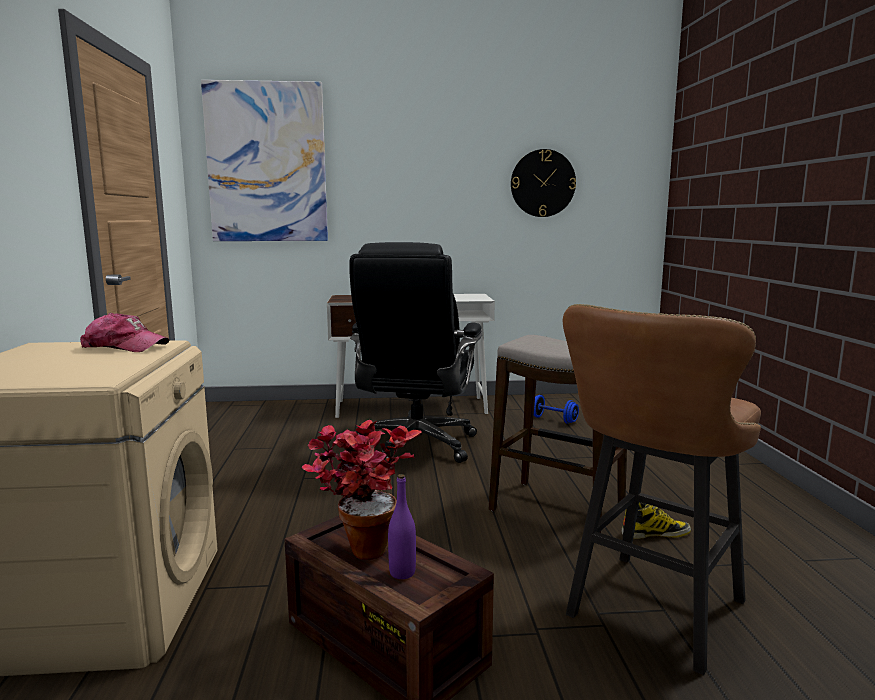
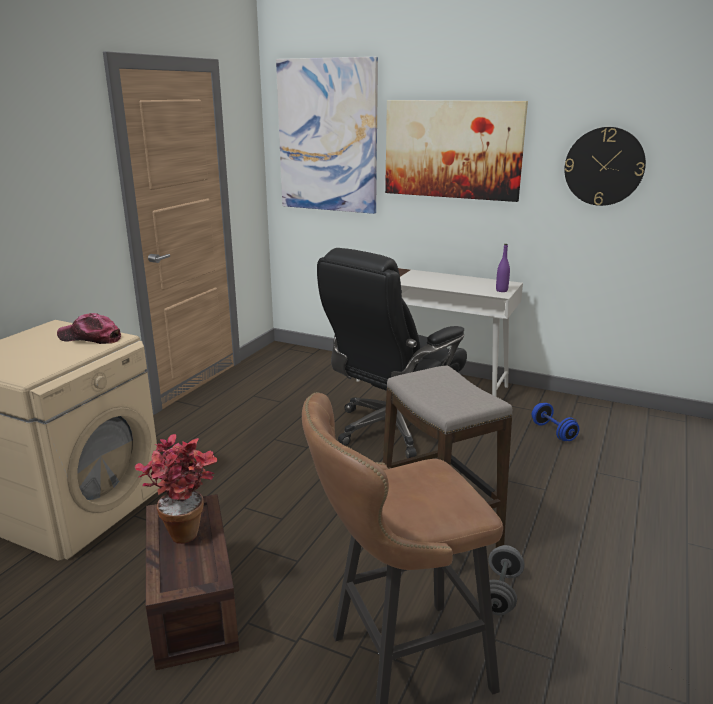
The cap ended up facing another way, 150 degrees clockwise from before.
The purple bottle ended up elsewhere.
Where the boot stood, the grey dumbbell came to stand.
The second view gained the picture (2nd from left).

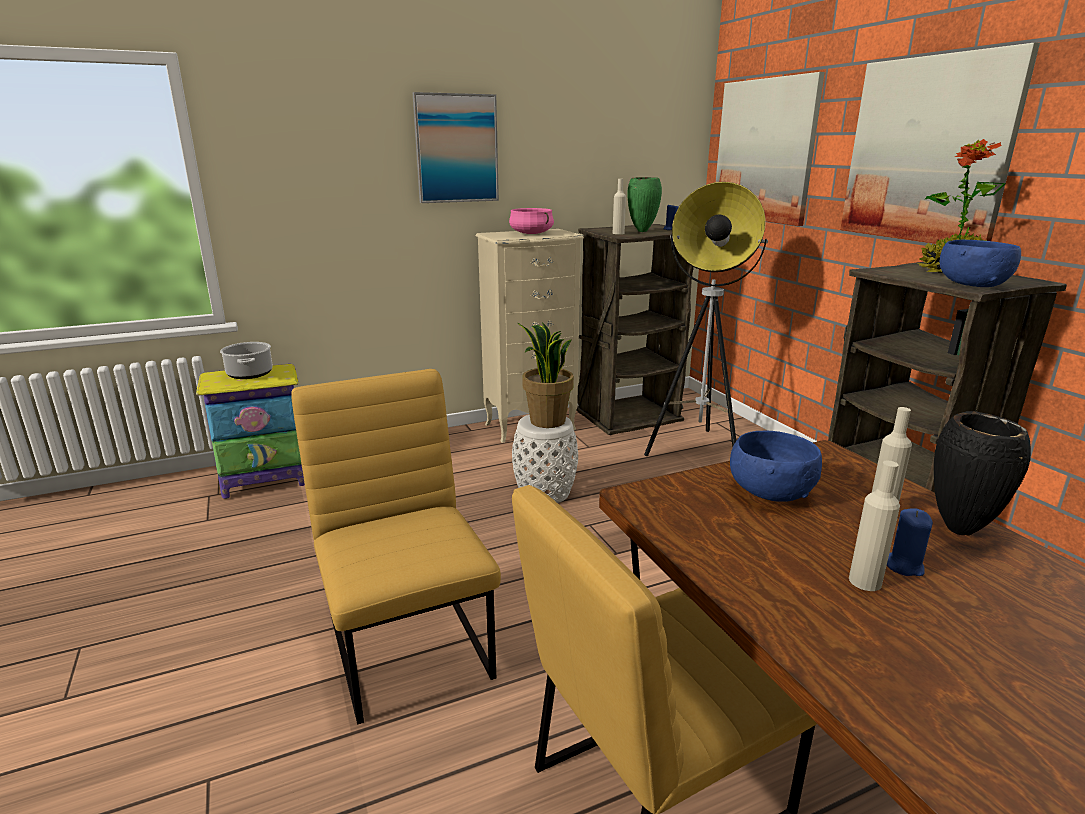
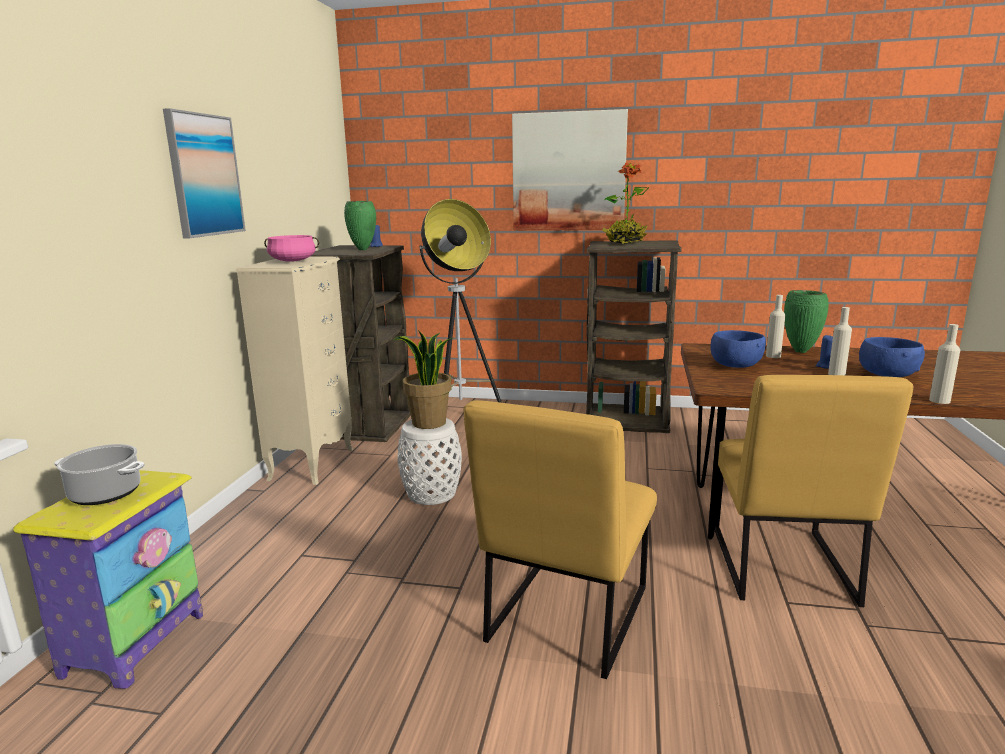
The second view lost the picture (2nd from left).
The beige bottle (1st from left in the first image) ended up elsewhere.
The blue bowl (2nd from left) ended up elsewhere.
The yellow chair (1st from left) ended up facing another way, 75 degrees counterclockwise from before.
What was the black vase turned into the green vase (2nd from left).

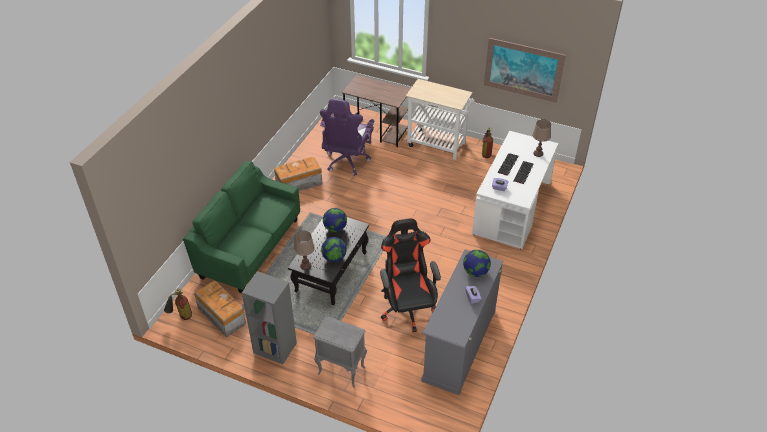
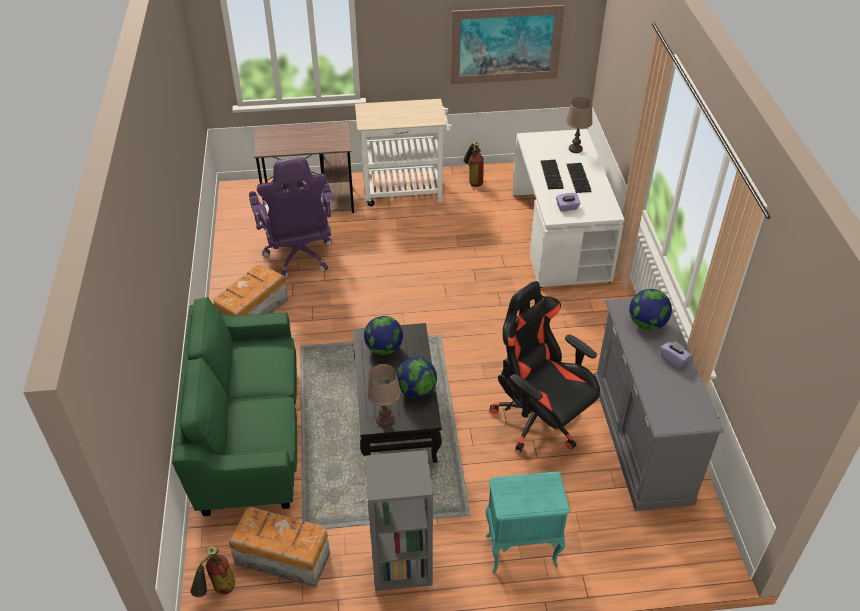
What was the grey nightstand turned into the turquoise nightstand.

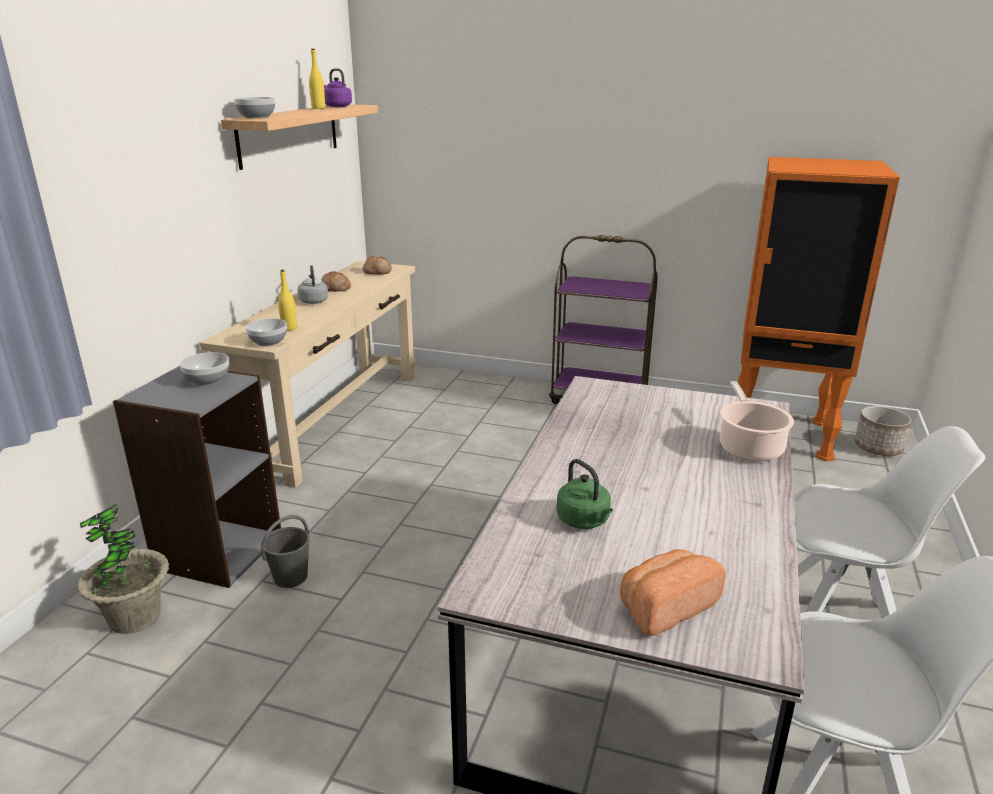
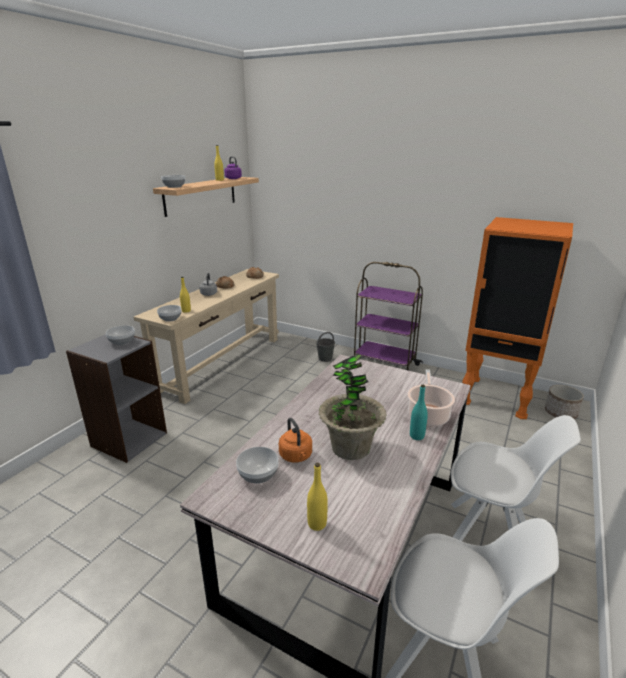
What was the green kettle turned into the orange kettle.
The potted plant ended up elsewhere.
The grey bucket ended up elsewhere.
Where the bread (3rd from left) stood, the yellow bottle (3rd from left) came to stand.
The second view gained the turquoise bottle.
The second view gained the bowl (4th from left).

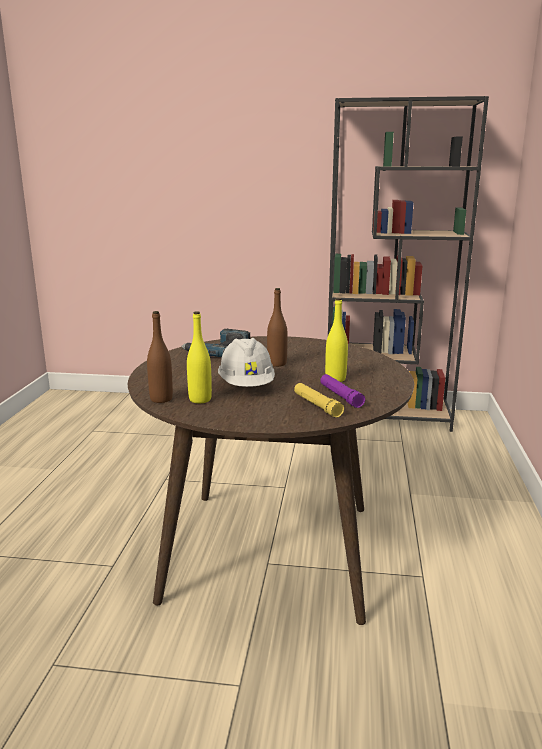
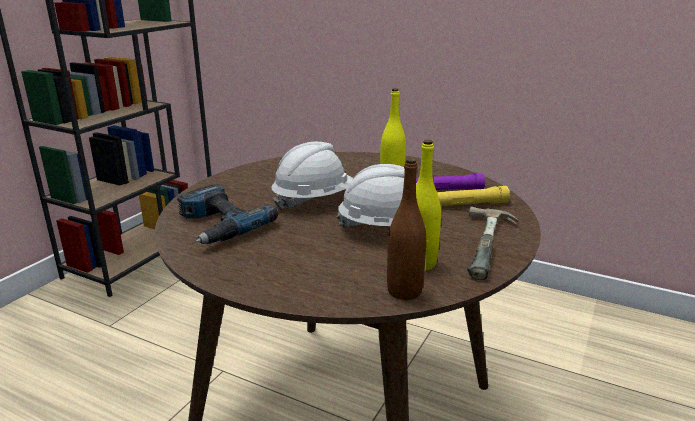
Where the brown bottle (2nd from left) stood, the white hard hat (1st from left) came to stand.
The second view gained the hammer.

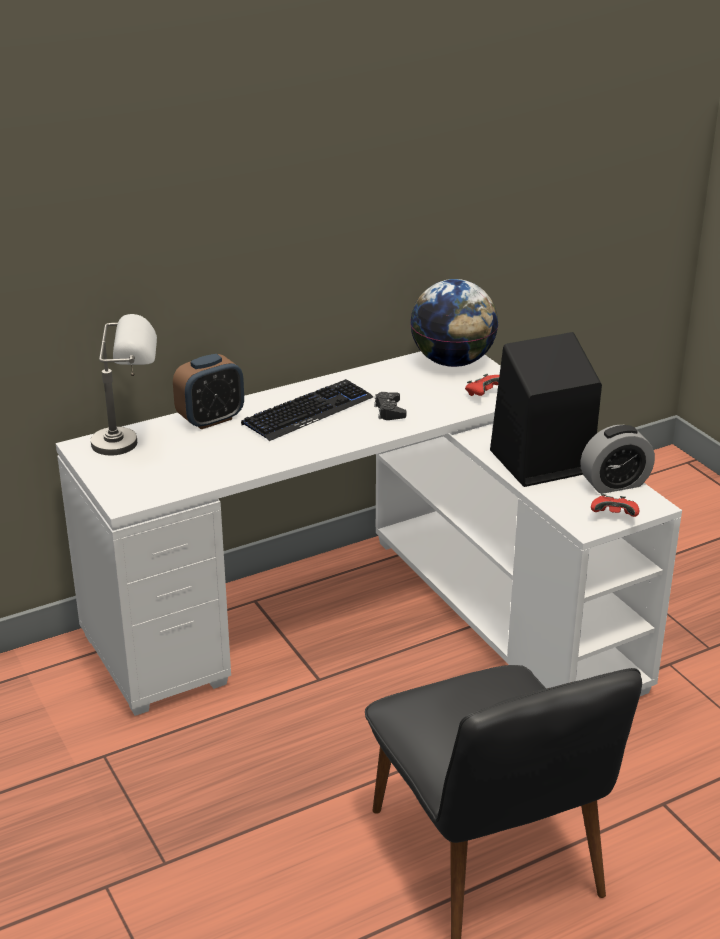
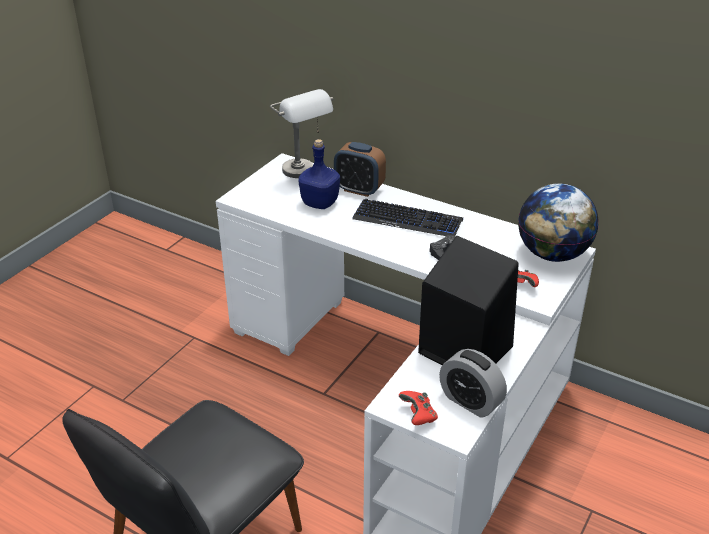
The second view gained the blue bottle.

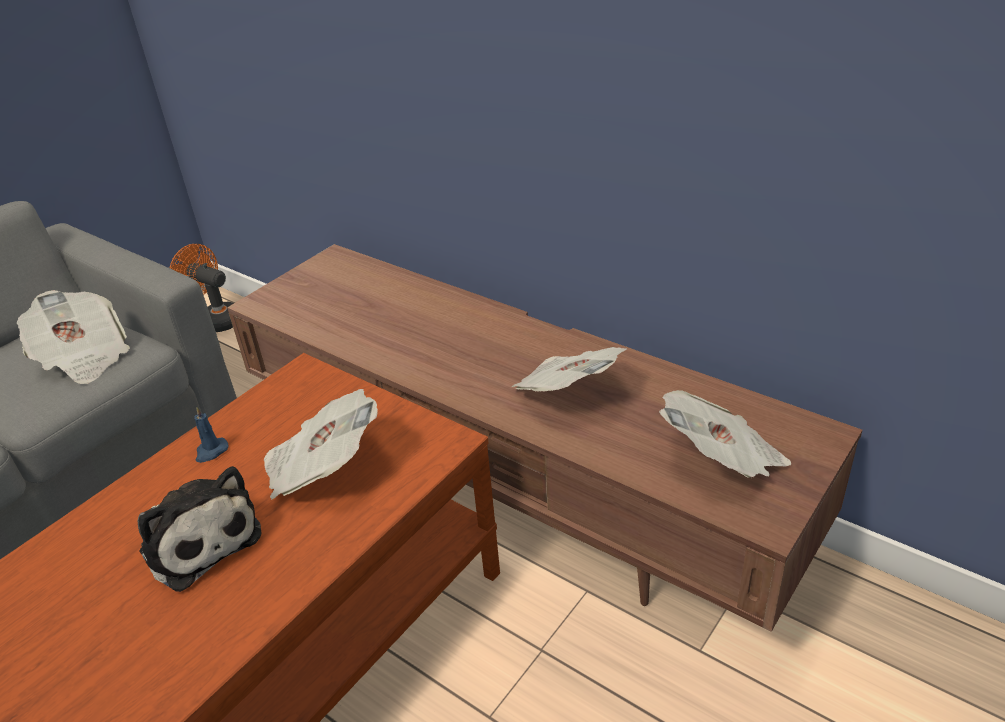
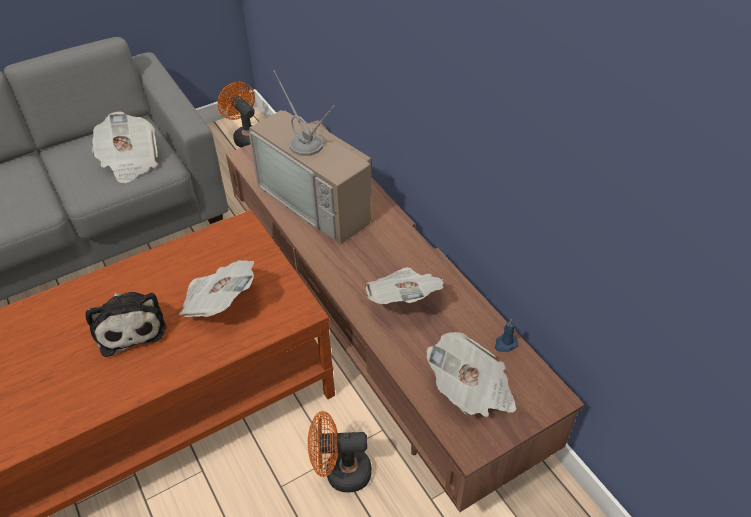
The blue candle ended up elsewhere.
The second view gained the television.
The second view gained the orange fan (2nd from left).

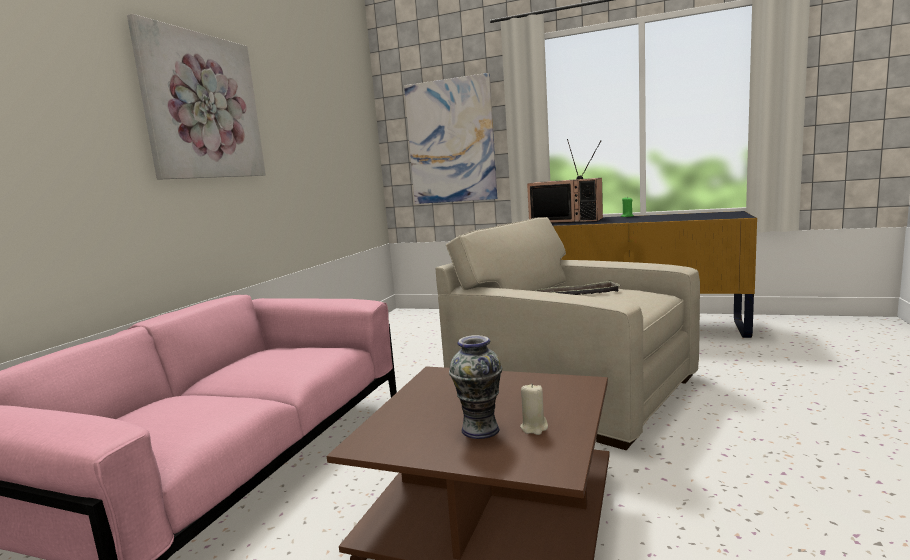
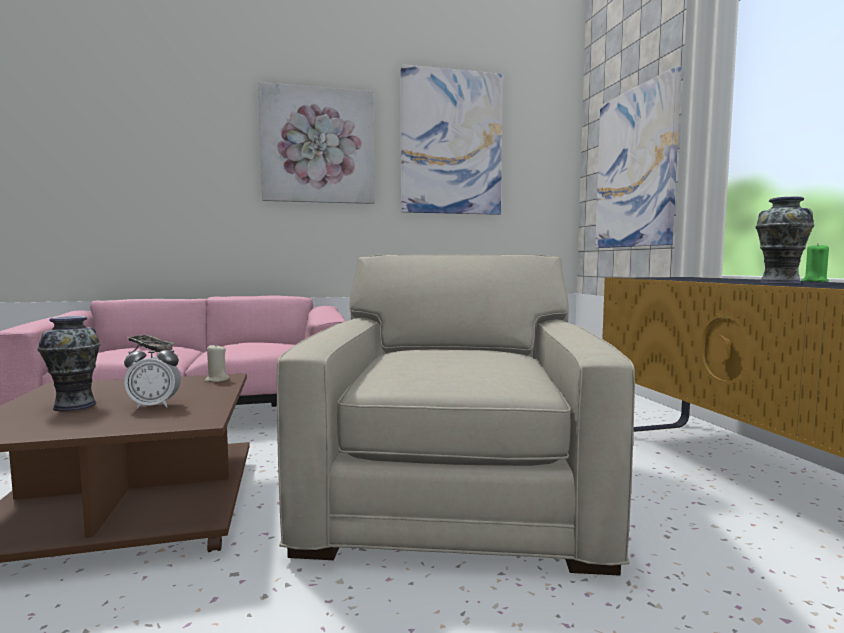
The second view lost the television.
The tray ended up elsewhere.
The beige candle ended up elsewhere.
The second view gained the picture (2nd from left).
The second view gained the vase (2nd from left).
The second view gained the alarm clock.

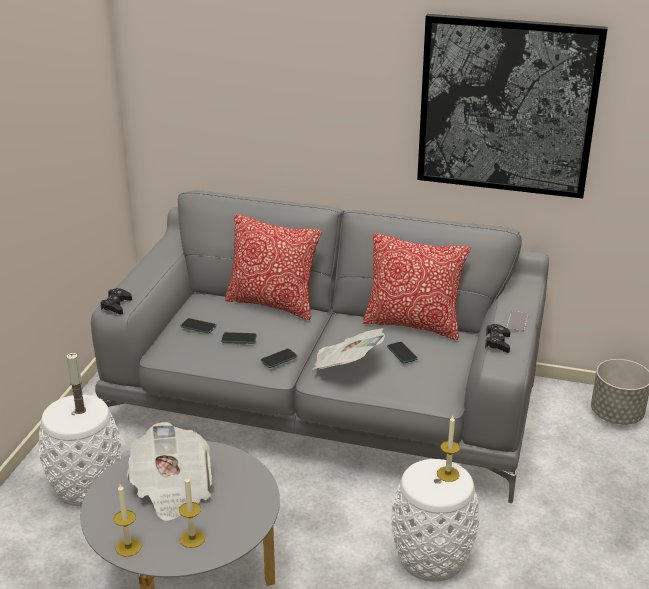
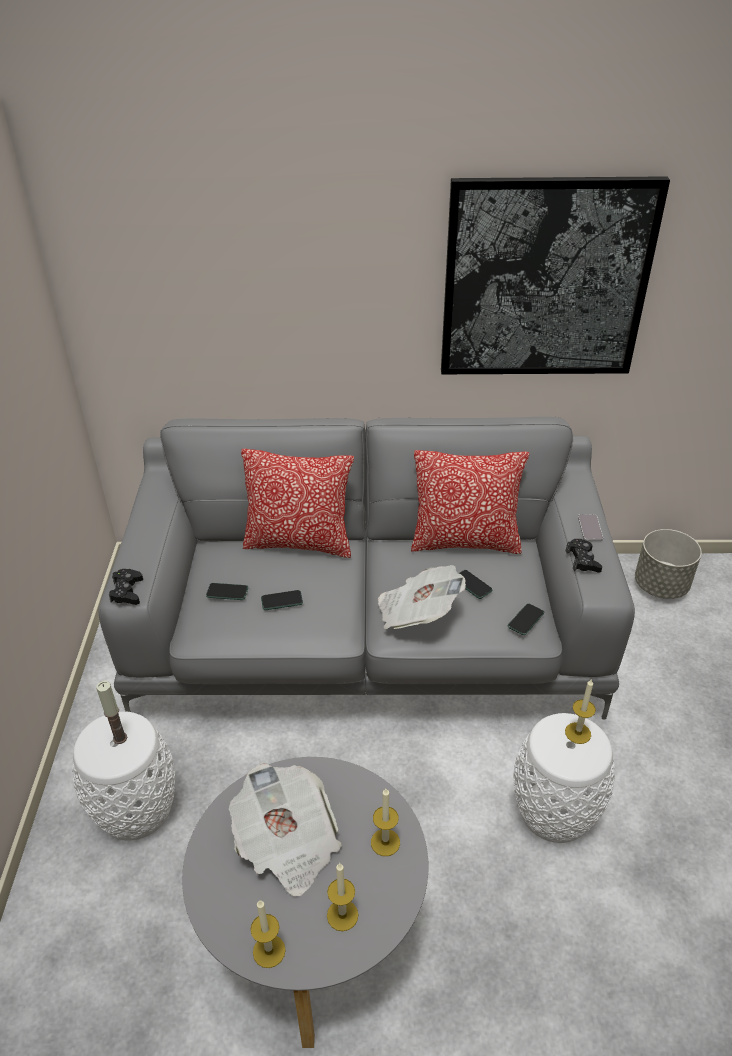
The phone (3rd from left in the first image) ended up elsewhere.
The second view gained the candle (4th from left).

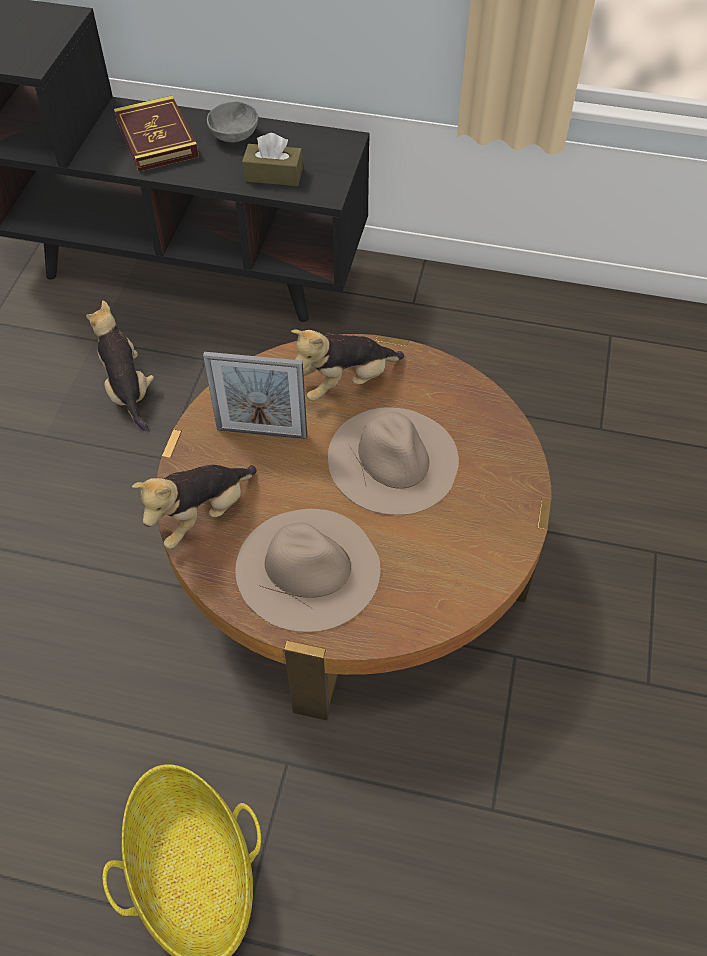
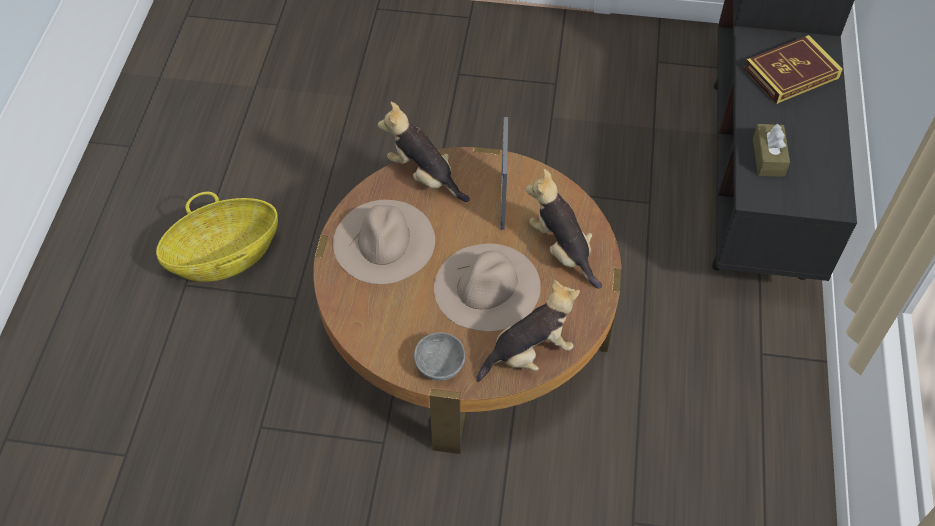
The grey bowl ended up elsewhere.
The plush toy (1st from left in the first image) ended up elsewhere.

